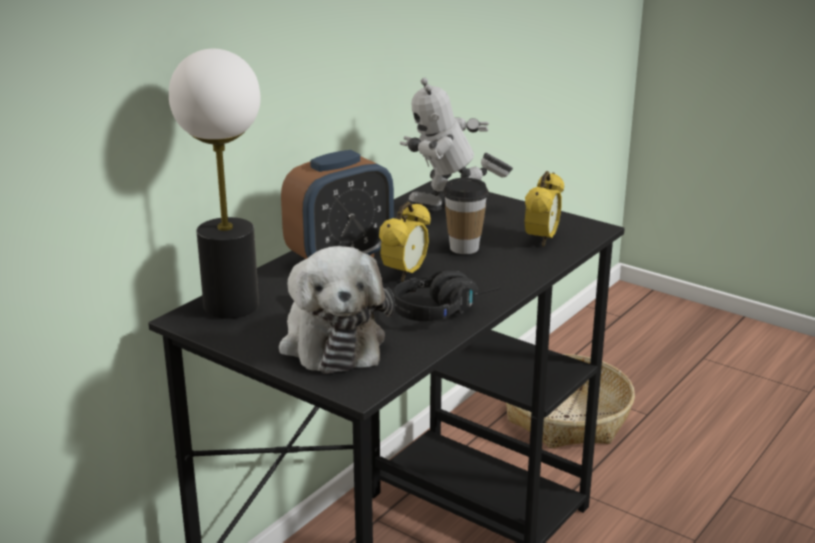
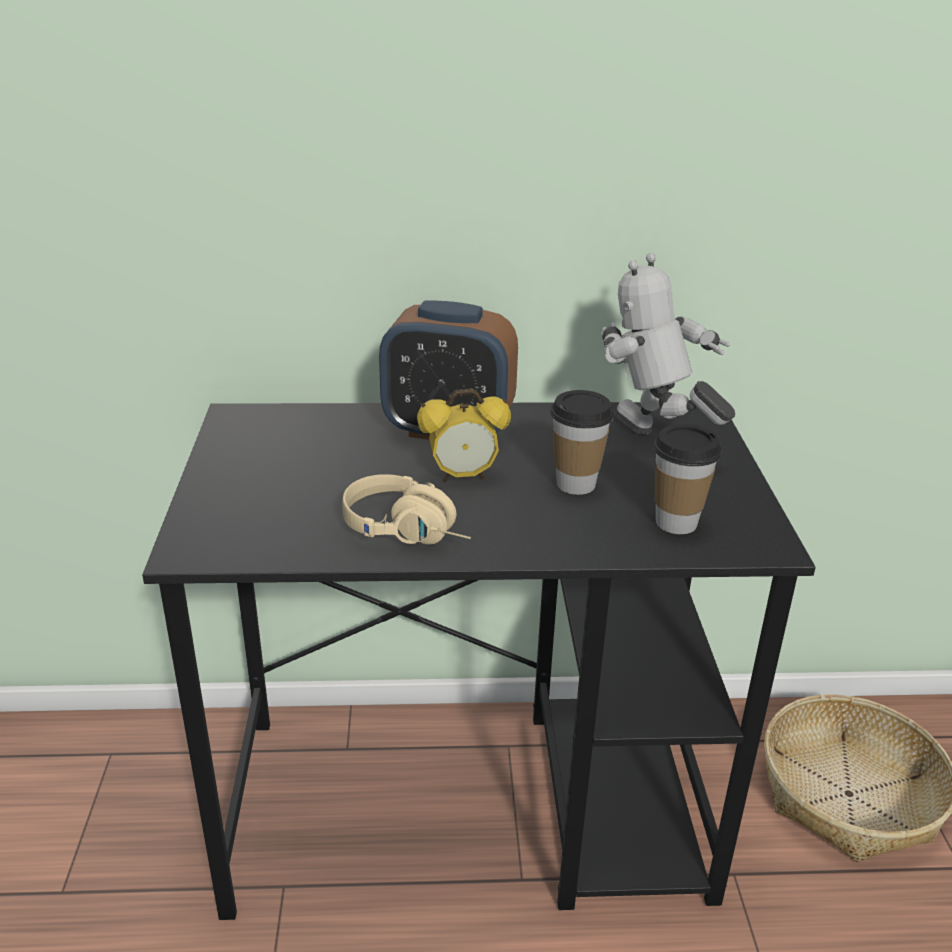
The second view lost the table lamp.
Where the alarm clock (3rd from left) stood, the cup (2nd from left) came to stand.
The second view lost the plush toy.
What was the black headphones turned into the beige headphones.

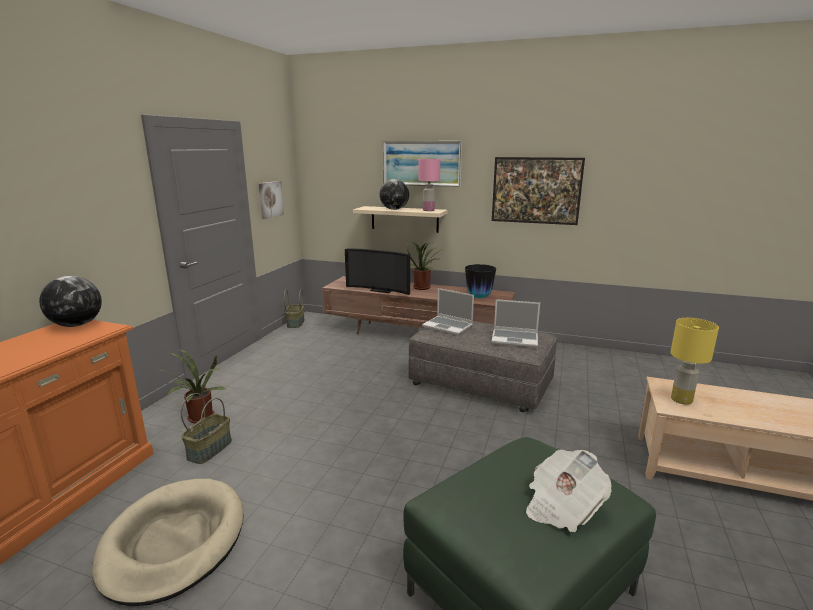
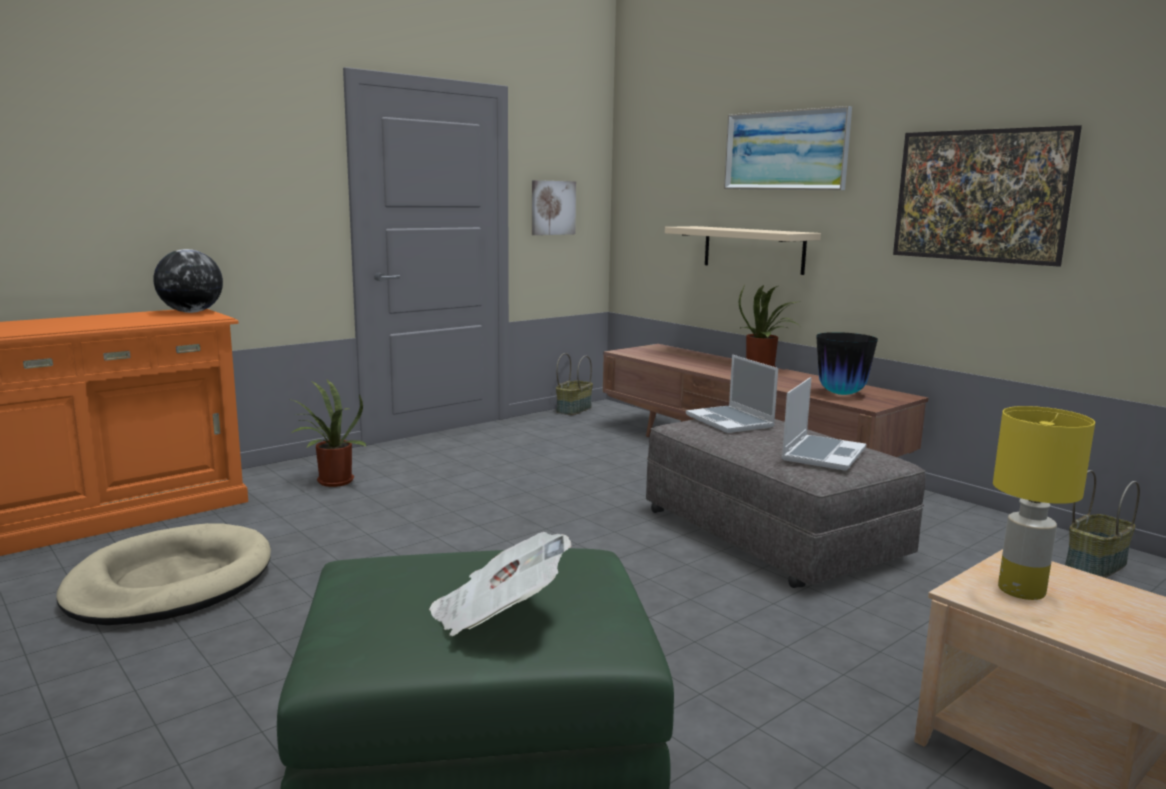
The second view lost the pink table lamp.
The second view lost the globe (2nd from left).
The second view lost the television.
The laptop (2nd from left) ended up facing another way, 105 degrees counterclockwise from before.
The basket (1st from left in the first image) ended up elsewhere.

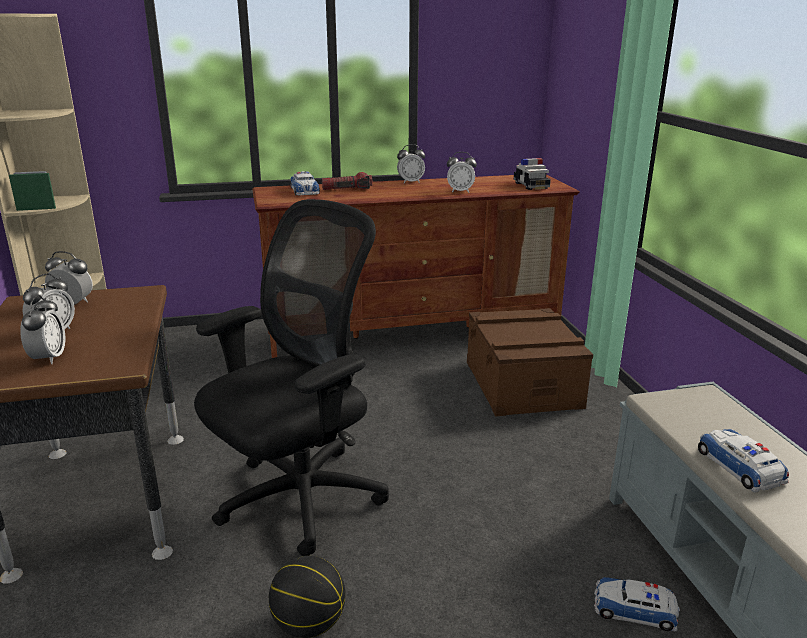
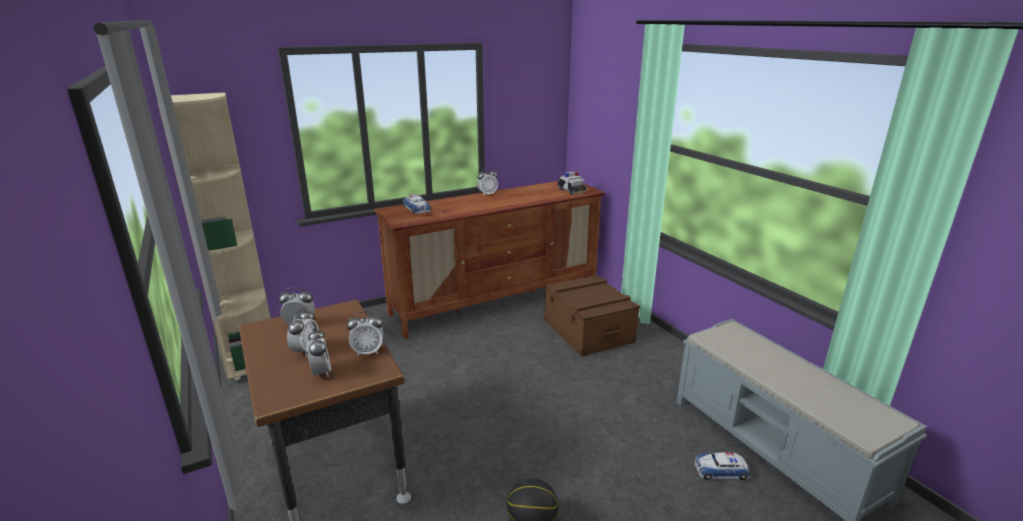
The alarm clock (5th from left in the first image) ended up elsewhere.
The second view lost the flashlight.
The second view lost the black office chair.
The second view lost the toy car (4th from left).

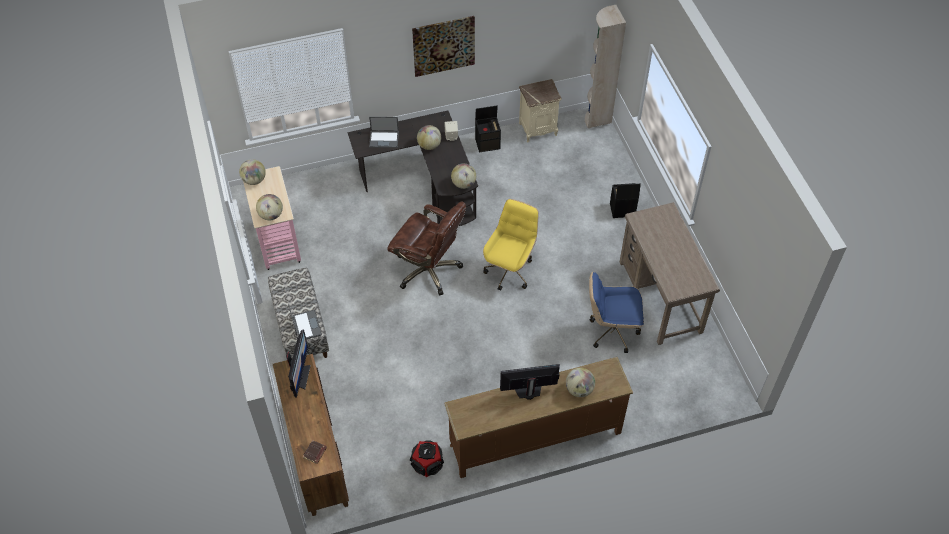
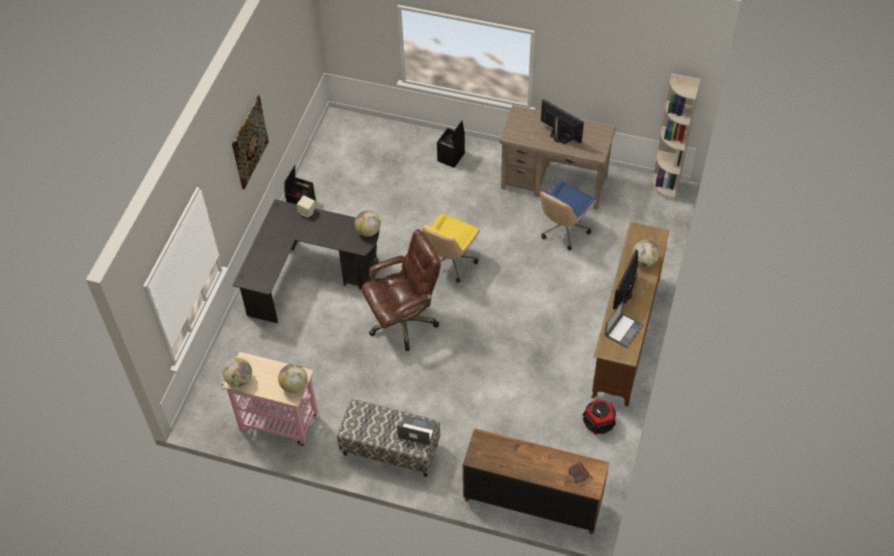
The beige bookcase ended up elsewhere.
The second view lost the beige nightstand.
The laptop (2nd from left) ended up elsewhere.
The second view lost the globe (3rd from left).
The yellow office chair ended up facing another way, 120 degrees counterclockwise from before.
The monitor (1st from left) ended up elsewhere.

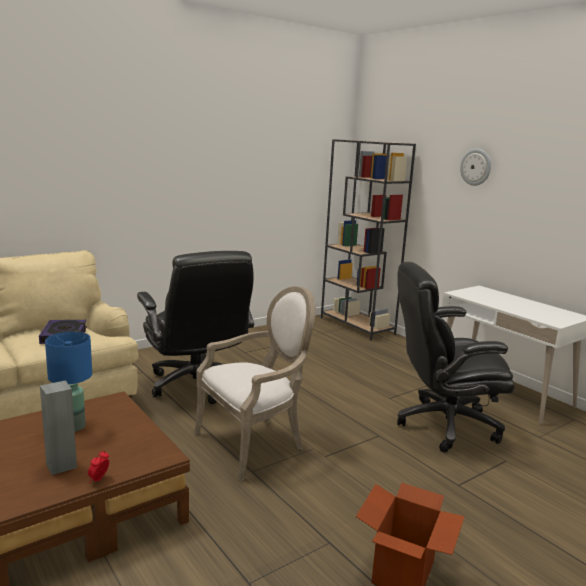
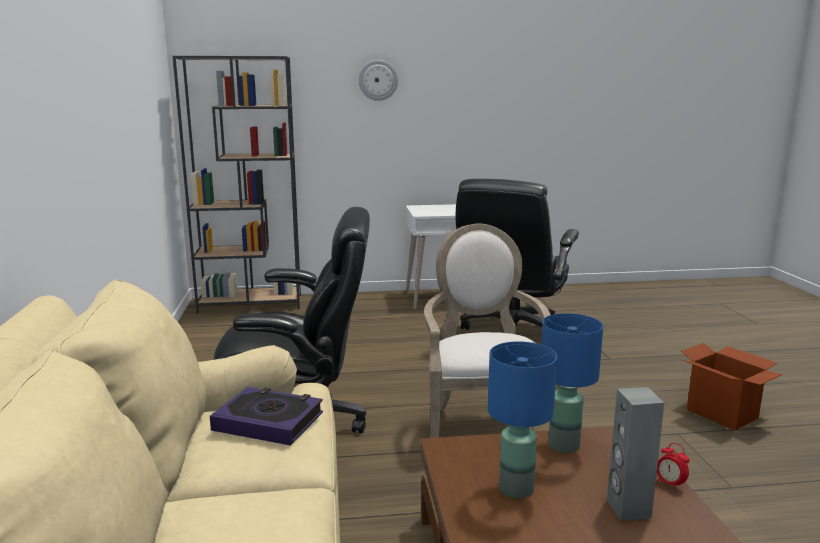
The second view gained the blue table lamp (2nd from left).

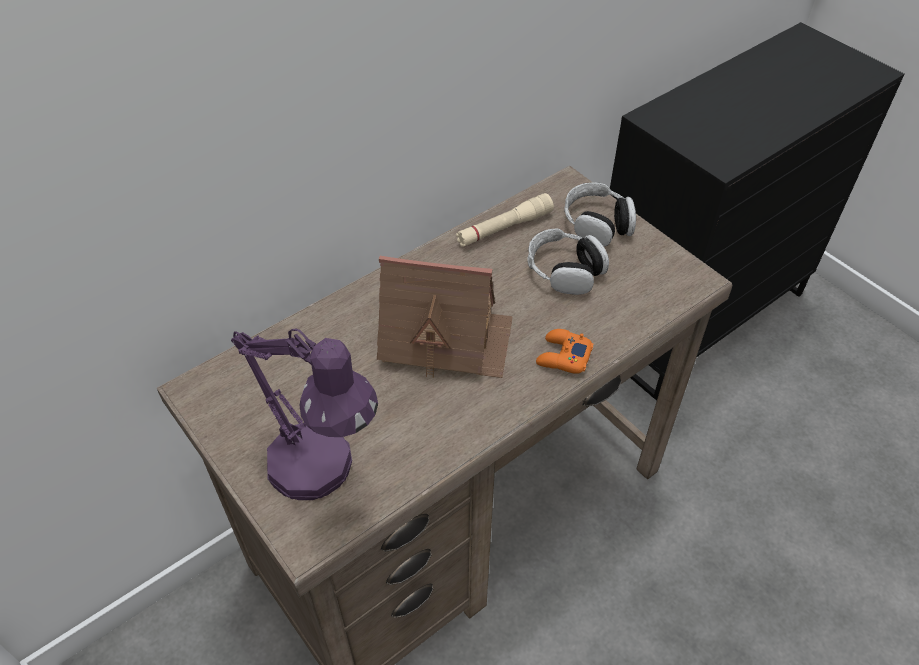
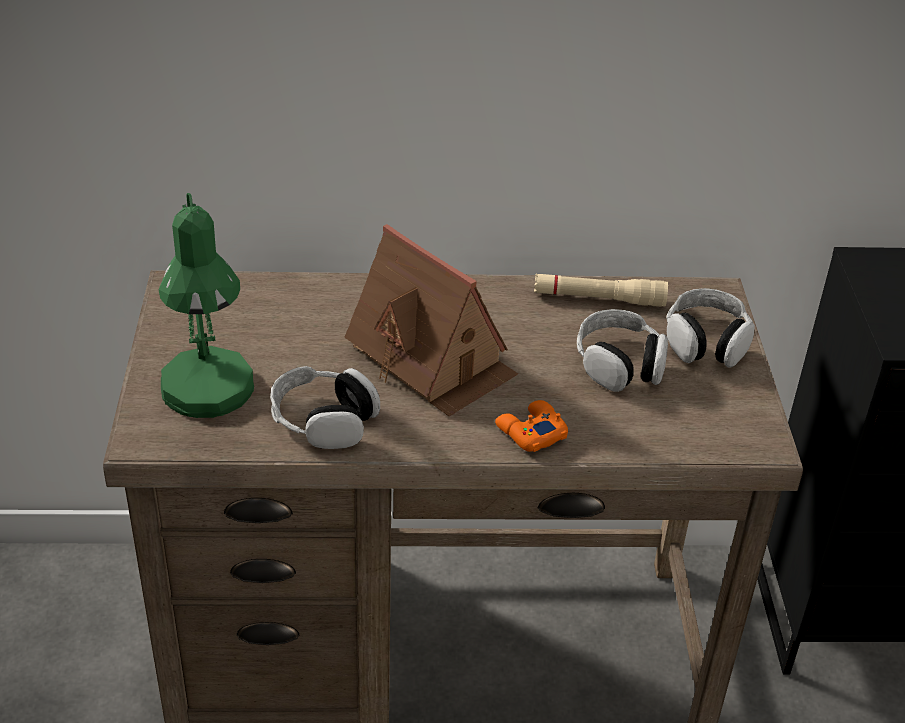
What was the purple table lamp turned into the green table lamp.
The second view gained the headphones (1st from left).

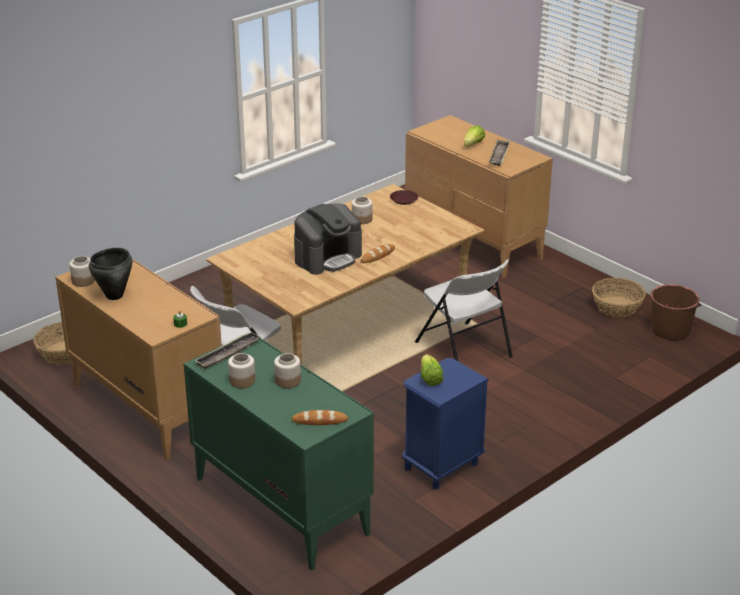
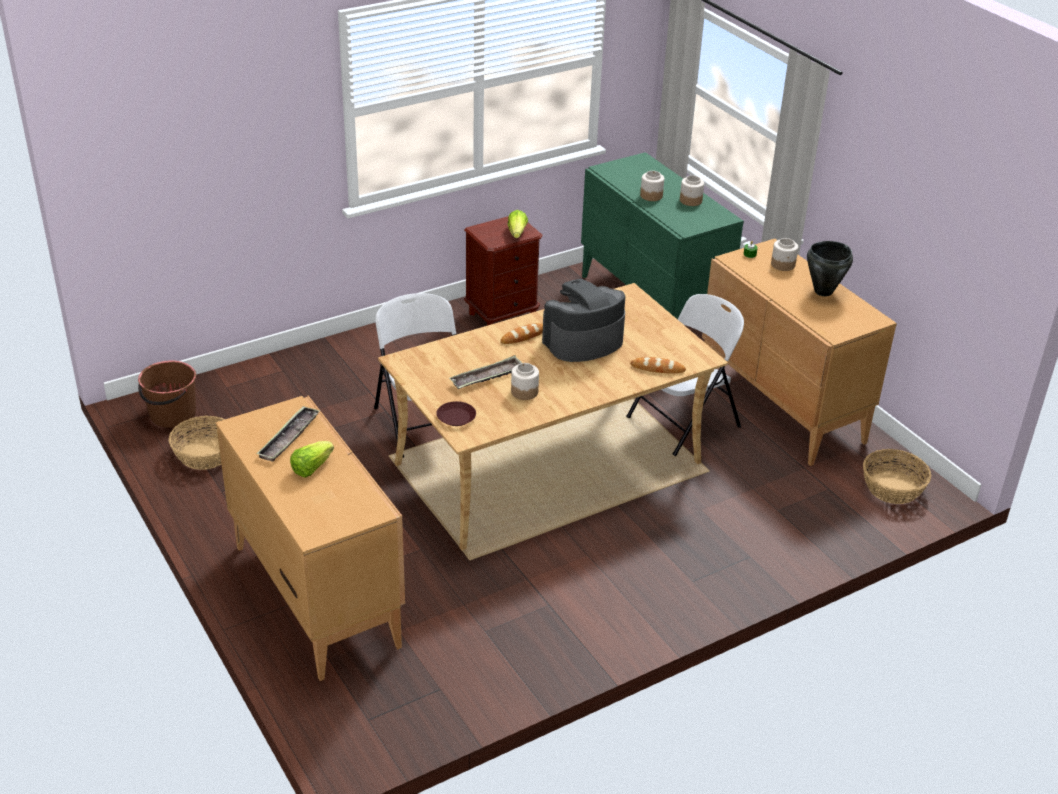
The jar (1st from left in the first image) ended up elsewhere.
The tray (1st from left in the first image) ended up elsewhere.
What was the blue nightstand turned into the brown nightstand.
The bread (1st from left in the first image) ended up elsewhere.

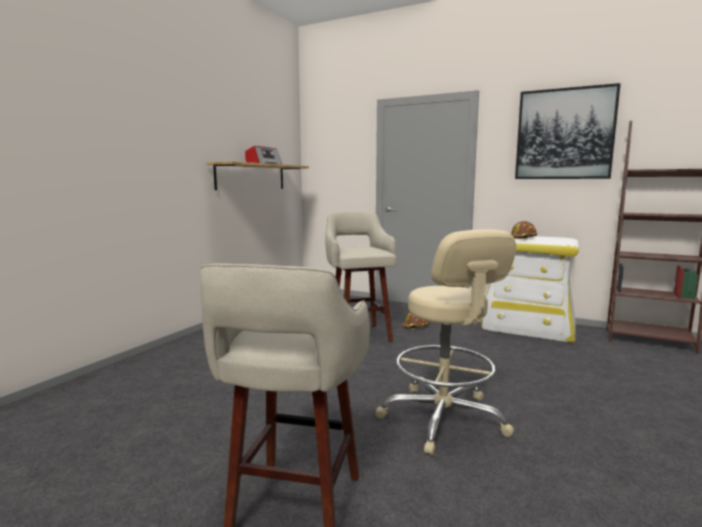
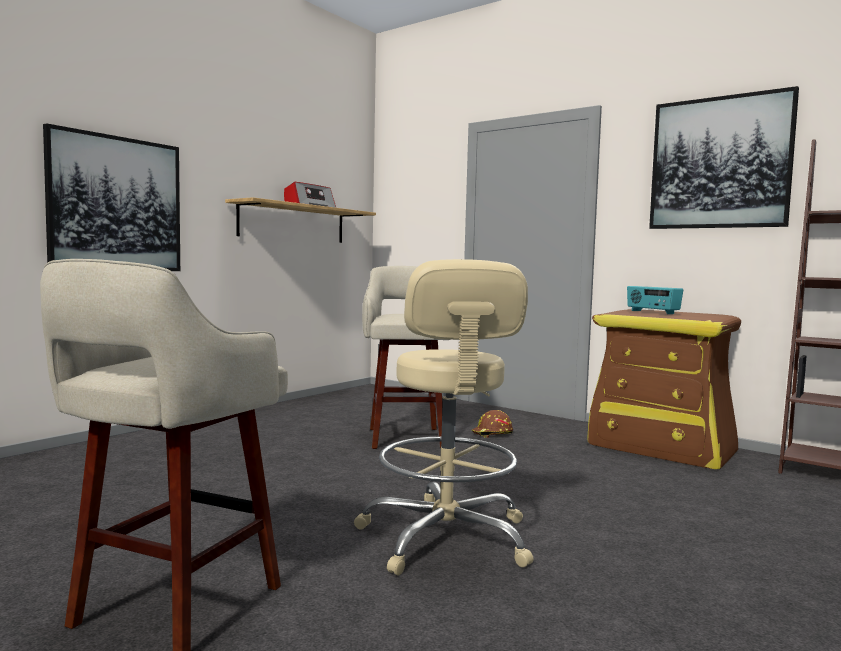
Where the brown hard hat (2nd from left) stood, the radio (2nd from left) came to stand.
What was the white nightstand turned into the brown nightstand.
The second view gained the picture (1st from left).

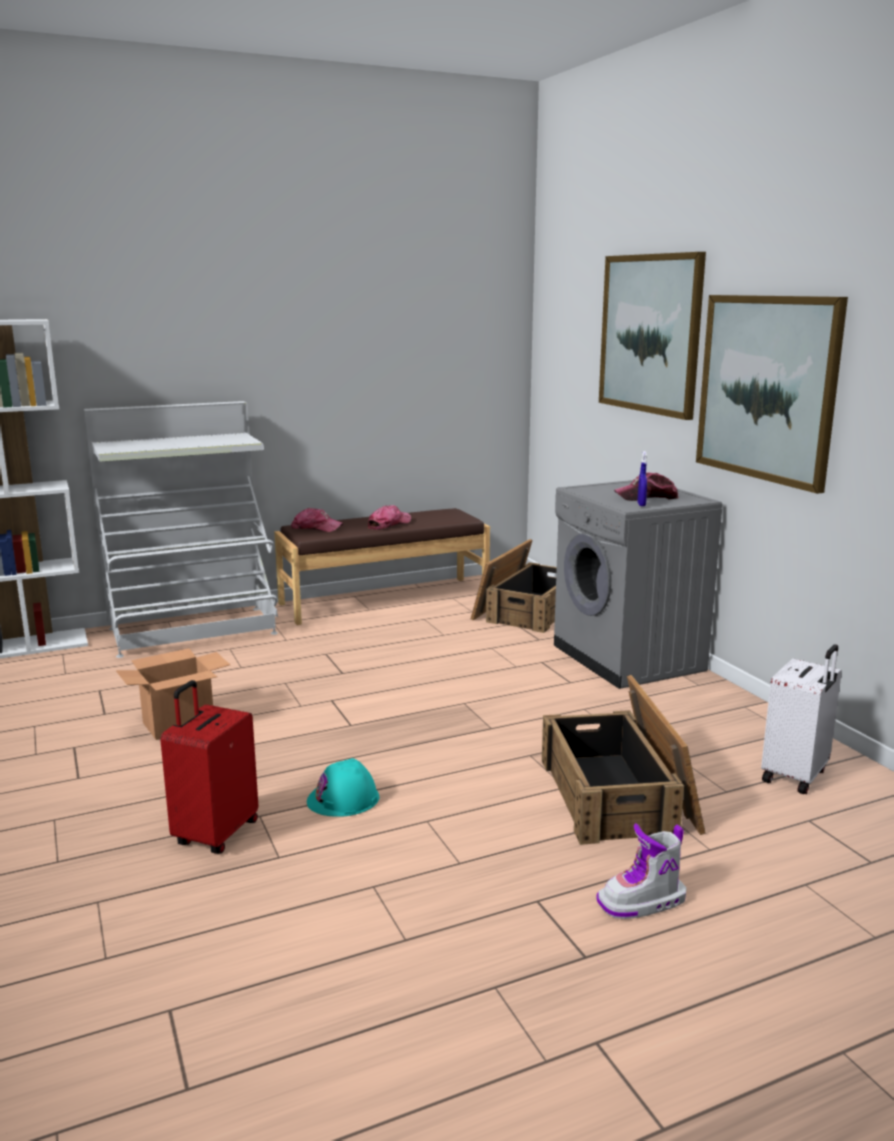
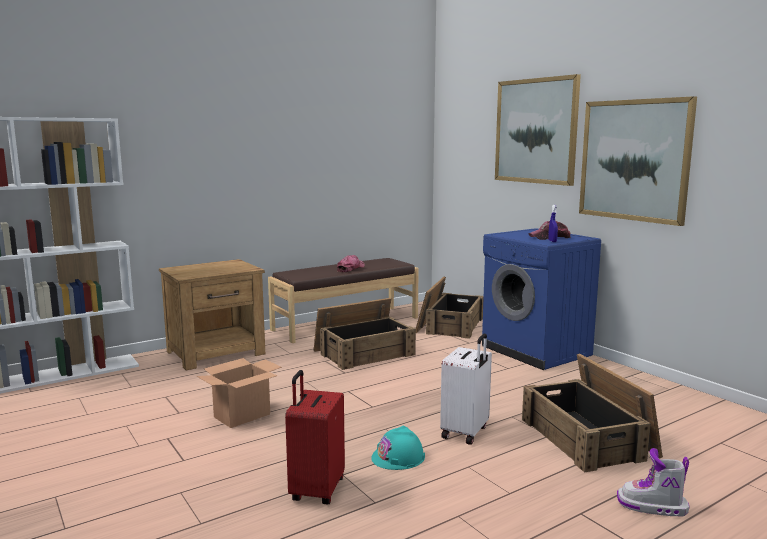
Where the white shoe rack stood, the brown nightstand came to stand.
What was the grey washing machine turned into the blue washing machine.
The second view lost the cap (1st from left).
The white suitcase ended up elsewhere.
The boot ended up facing another way, 45 degrees clockwise from before.
The second view gained the crate (1st from left).

